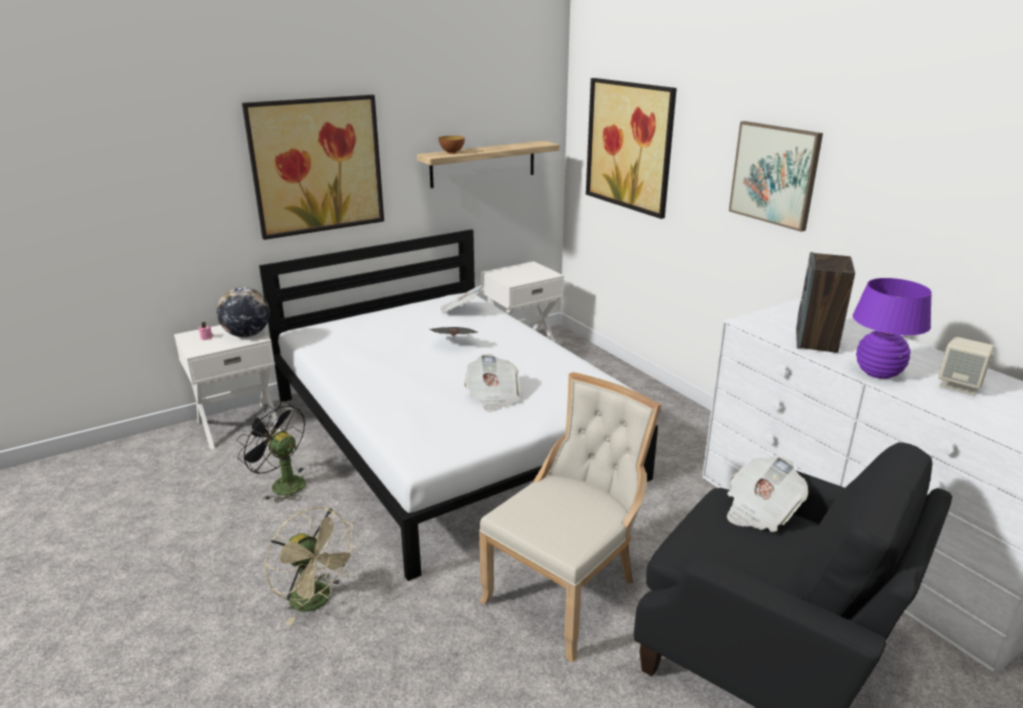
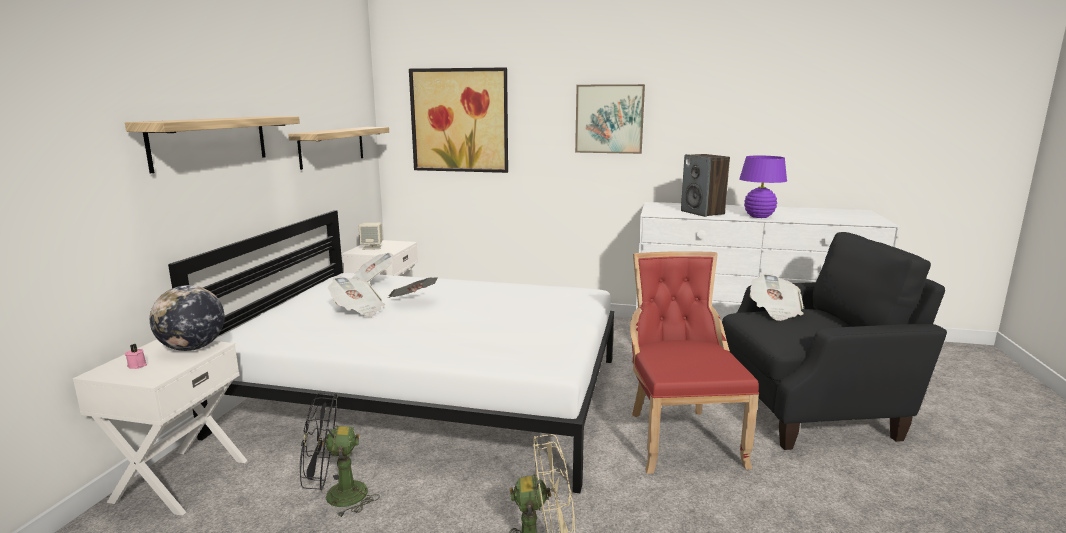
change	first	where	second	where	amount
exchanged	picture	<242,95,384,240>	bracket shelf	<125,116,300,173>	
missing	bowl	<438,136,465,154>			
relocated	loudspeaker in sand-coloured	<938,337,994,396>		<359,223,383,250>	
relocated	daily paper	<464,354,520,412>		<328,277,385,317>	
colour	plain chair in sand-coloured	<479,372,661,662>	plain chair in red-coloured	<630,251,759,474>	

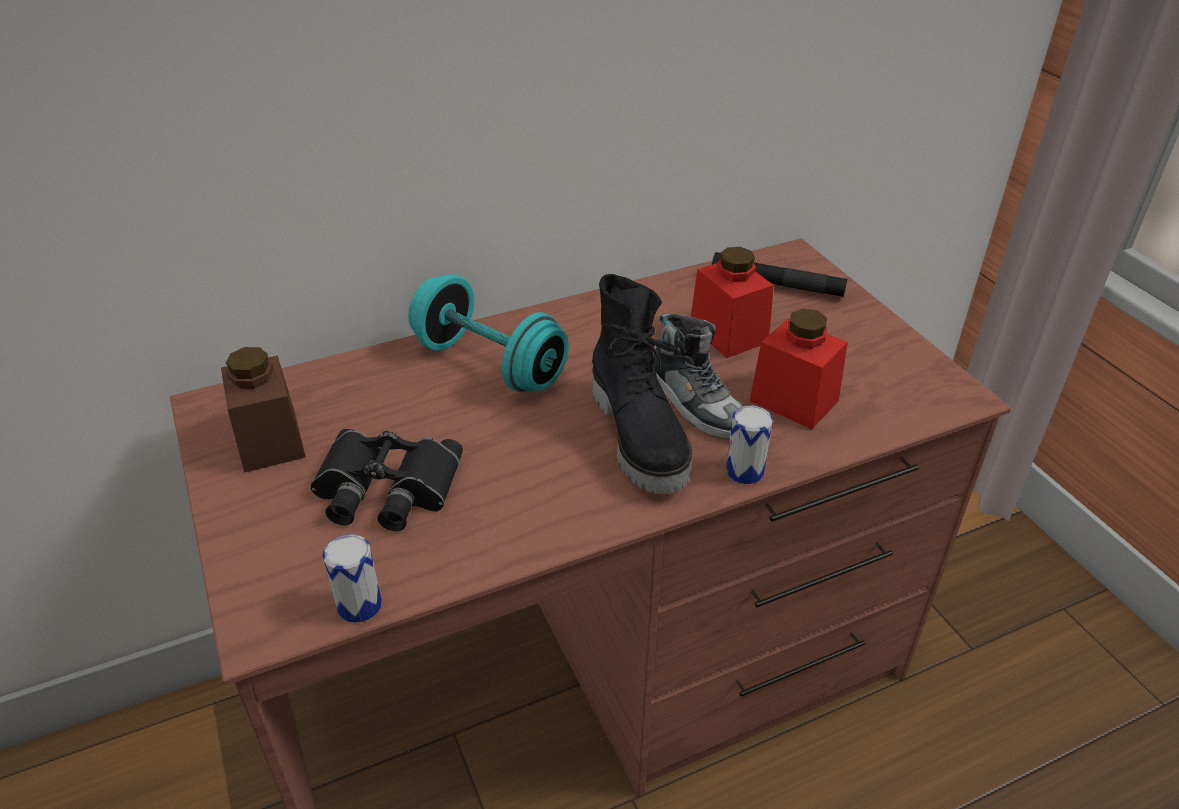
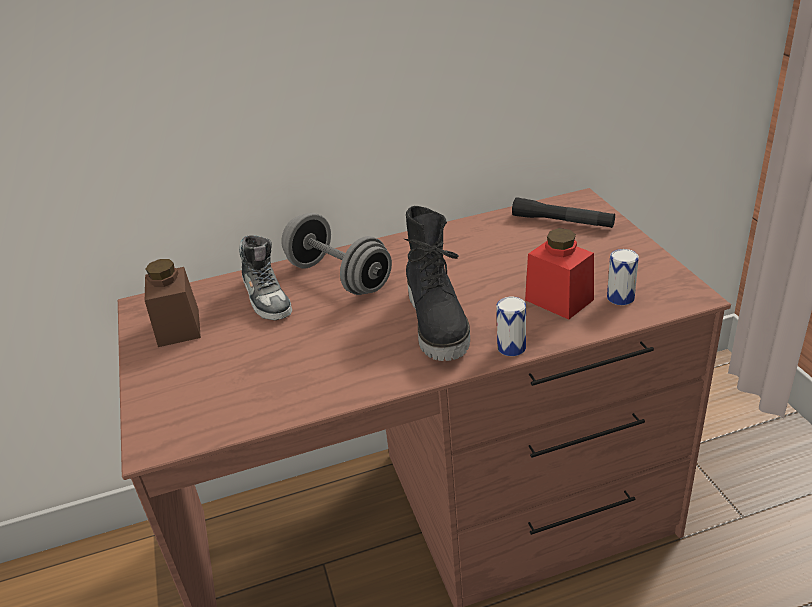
change	first	where	second	where	amount
missing	storage jar in red-coloured	<691,247,774,358>			
colour	hand weight in turquoise-coloured	<408,274,569,392>	hand weight in greyish	<281,213,392,295>	
relocated	low shoe	<653,314,743,439>		<239,235,292,320>	
missing	pair of binoculars in blackish	<311,429,463,531>			
relocated	sealed can	<323,534,382,623>		<607,249,639,305>	

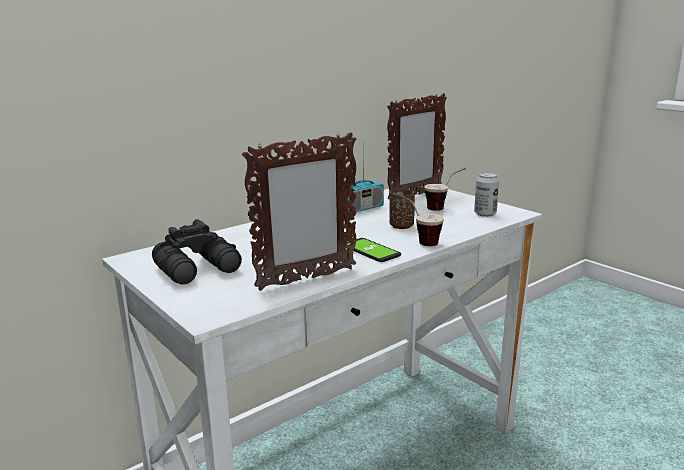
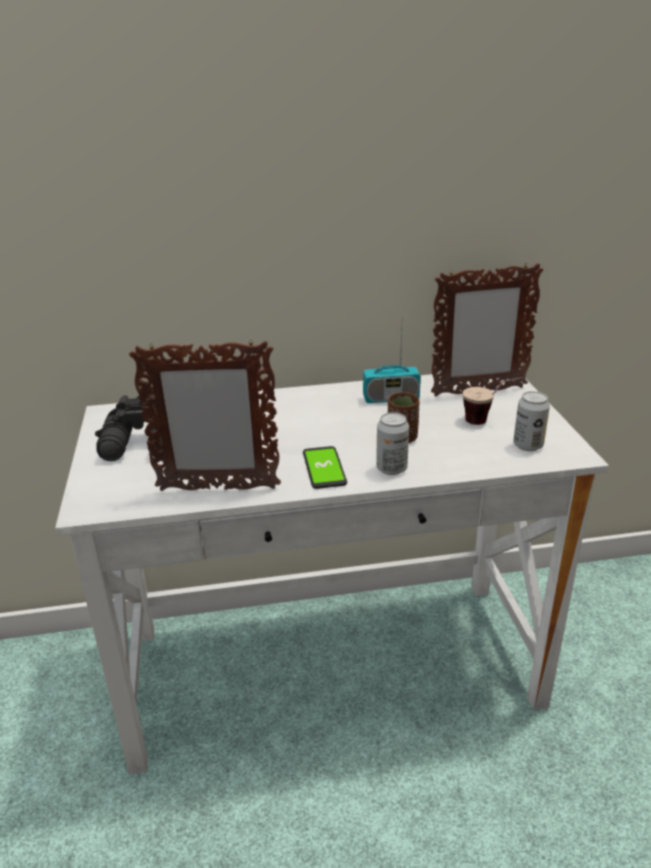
change	first	where	second	where	amount
exchanged	drinking cup	<397,194,444,246>	sealed can	<376,412,409,475>	

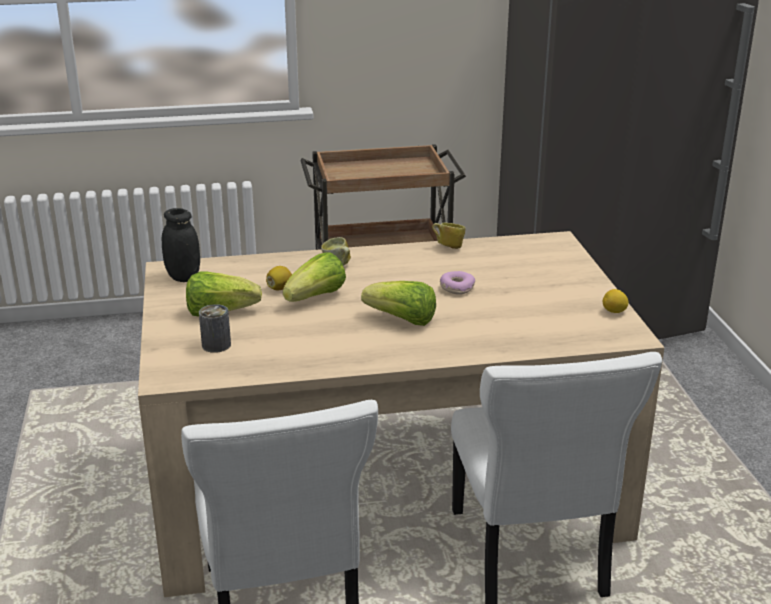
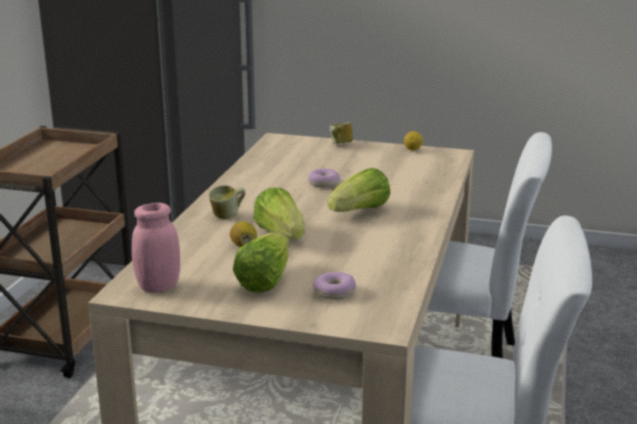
change	first	where	second	where	amount
colour	storage jar in blackish	<162,208,200,282>	storage jar in pinkish	<132,203,180,292>	
relocated	coffee mug	<432,223,466,249>		<329,122,353,144>	
exchanged	sealed can	<199,304,231,353>	doughnut	<313,272,356,300>	

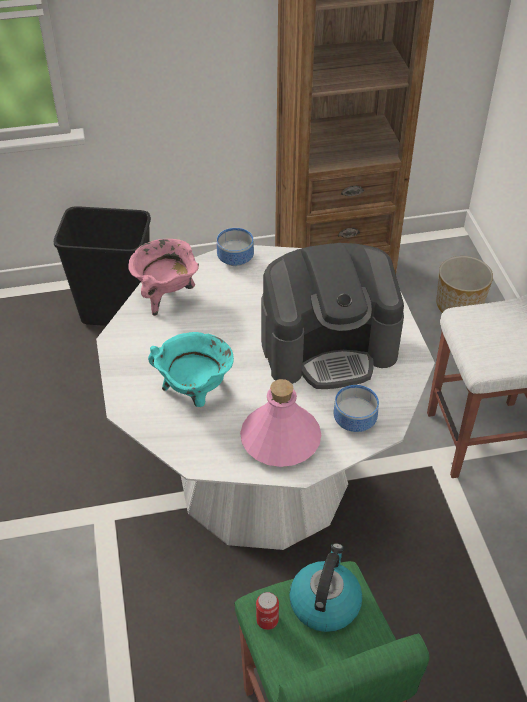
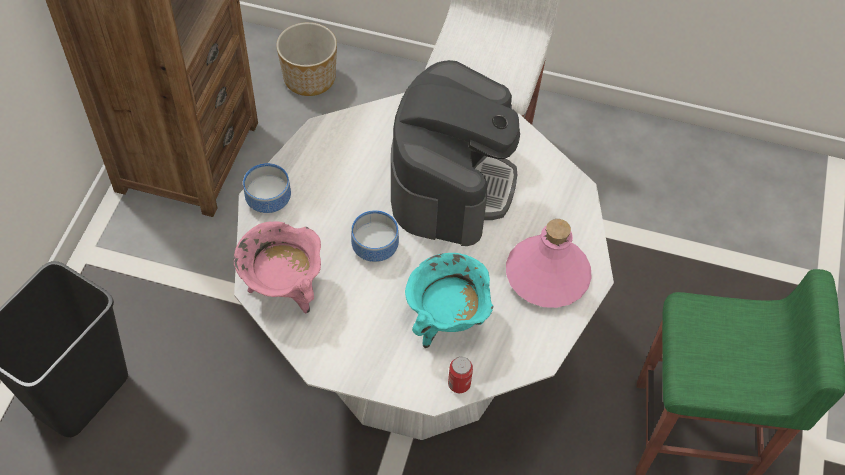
change	first	where	second	where	amount
relocated	bowl	<334,385,379,432>		<351,210,399,262>	
missing	tea kettle	<289,543,362,632>			
relocated	sealed can	<256,592,279,630>		<448,357,473,393>	

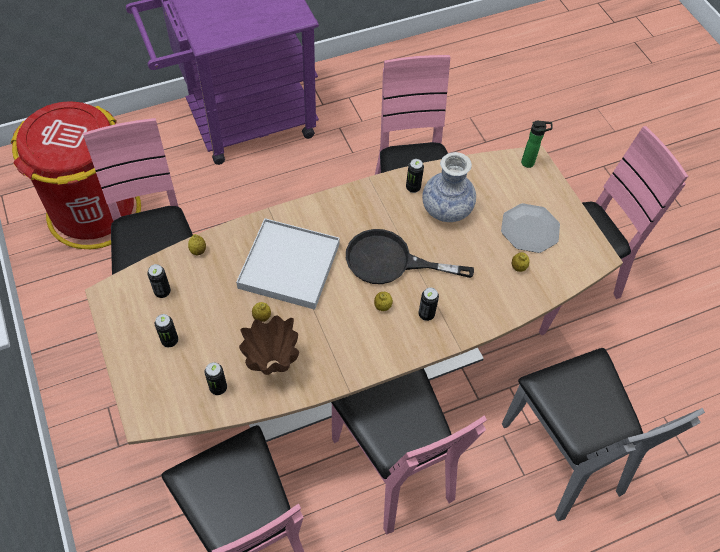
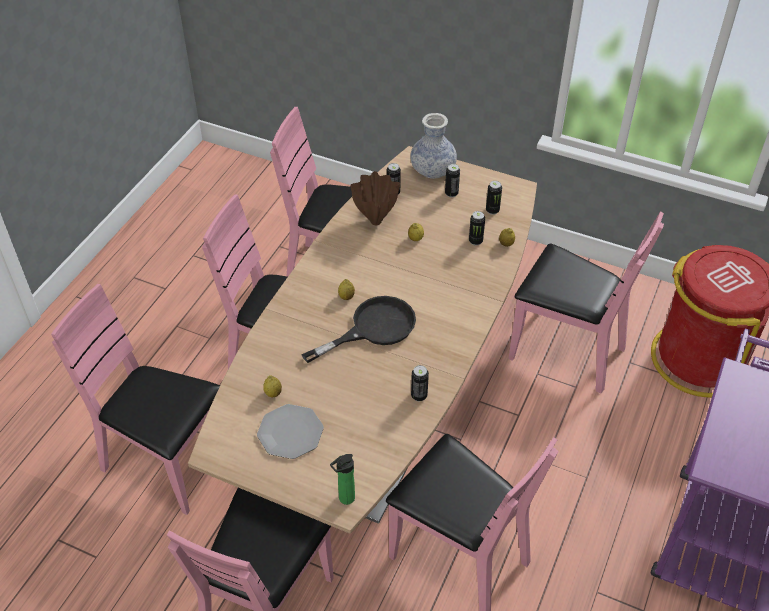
change	first	where	second	where	amount
relocated	decorative vase	<422,152,476,222>		<410,113,457,179>	
missing	carrying tray in whitish	<236,218,340,310>			
relocated	sealed can	<418,287,439,321>		<469,211,485,245>	
colour	plain chair in greyish	<502,348,705,521>	plain chair in pinkish	<51,284,220,515>	

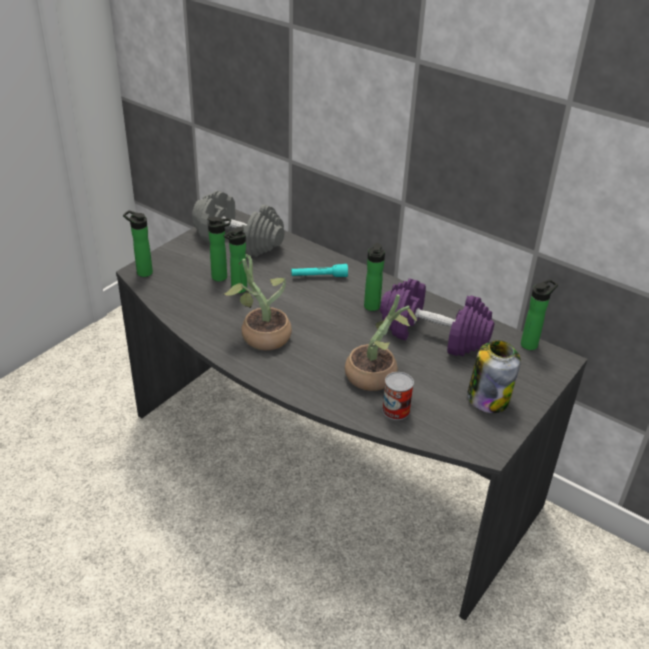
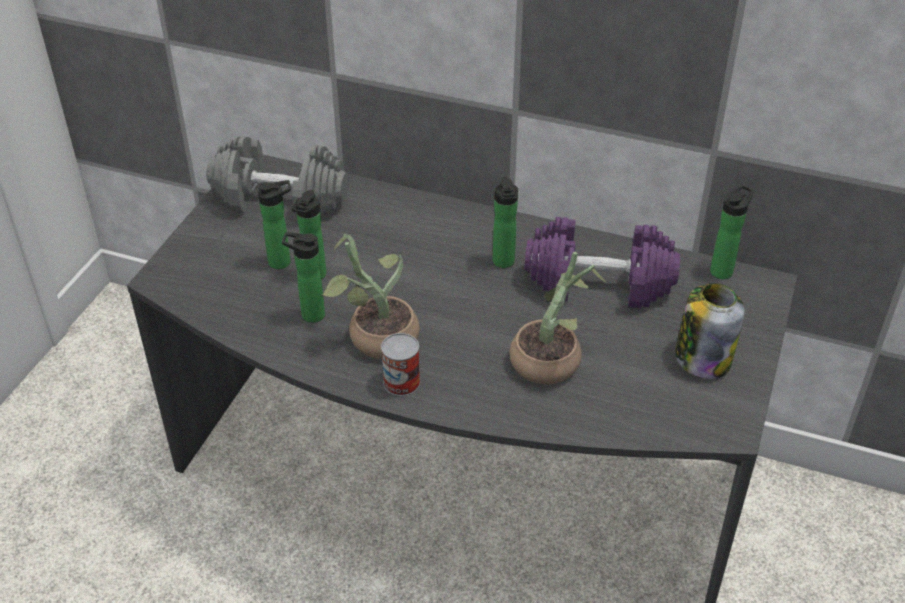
change	first	where	second	where	amount
relocated	drink bottle	<123,210,153,277>		<282,232,325,323>	
missing	flashlight in turquoise-coloured	<291,264,348,277>			
relocated	sealed can	<382,372,414,420>		<381,333,420,396>	

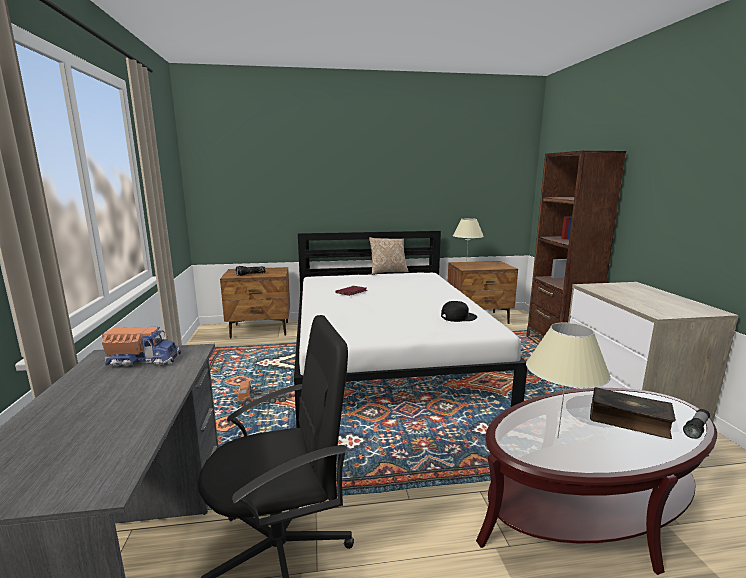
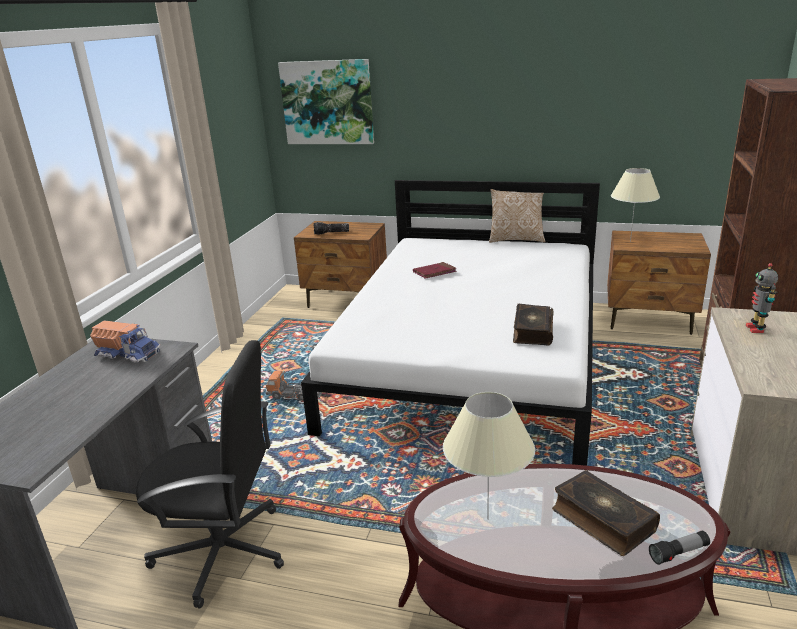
change	first	where	second	where	amount
exchanged	peaked cap in blackish	<441,301,477,322>	volume	<513,304,553,345>	
appeared			picture	<278,59,374,144>	
appeared			robot figure	<746,263,778,333>	

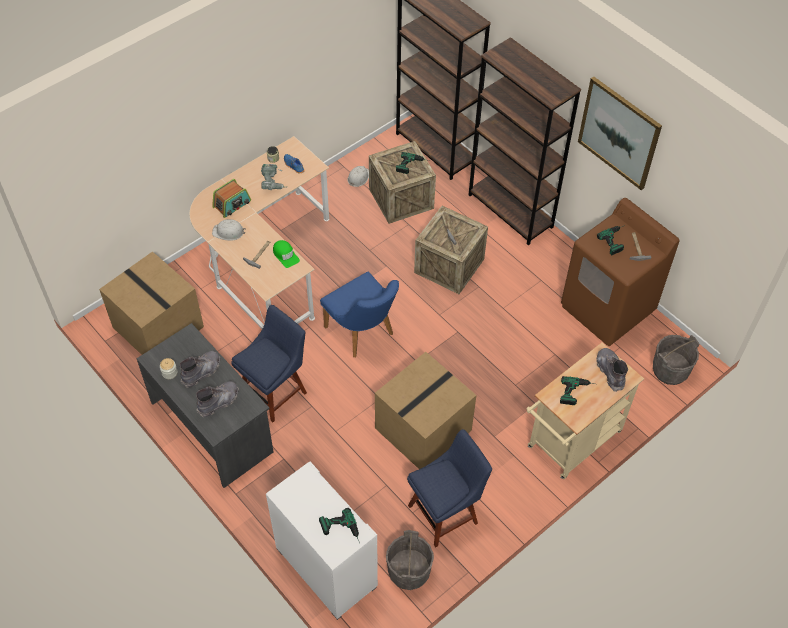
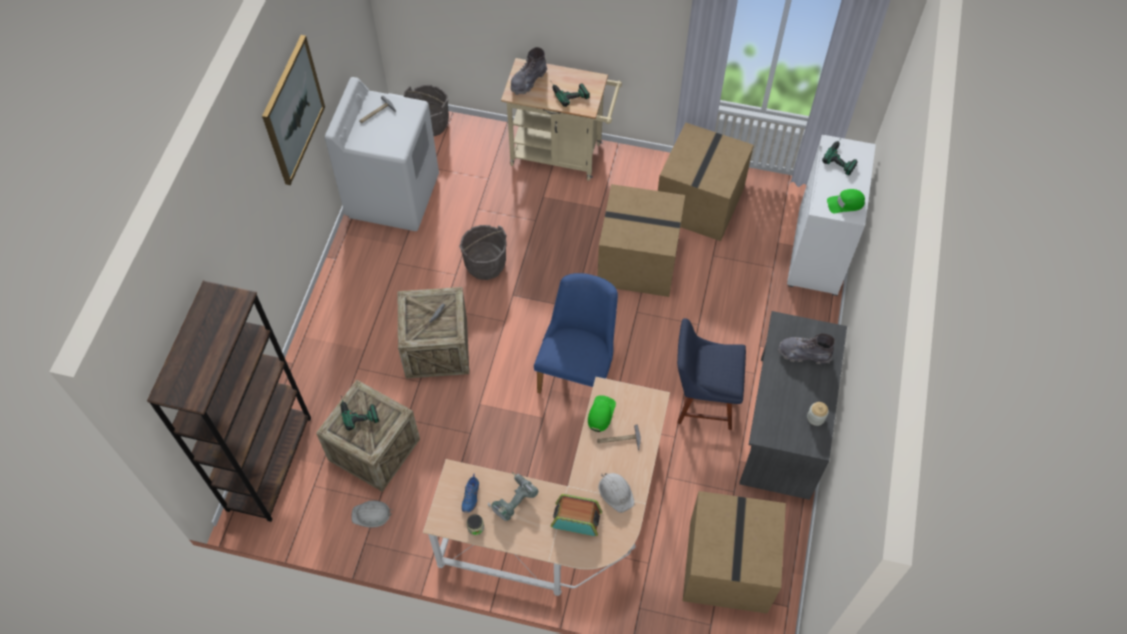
change	first	where	second	where	amount
missing	shelving unit in brown-coloured	<469,37,581,245>			
colour	laundry machine in brown-coloured	<561,198,680,346>	laundry machine in whitish	<325,77,439,231>	
missing	drill	<597,225,625,255>			
missing	boot in greyish	<180,351,220,388>			
exchanged	plain chair in blue-coloured	<407,429,492,548>	packing box	<658,122,754,241>	
relocated	pail in greyish	<386,530,434,590>		<459,225,507,280>	
appeared			peaked cap in greenish	<827,189,865,213>	

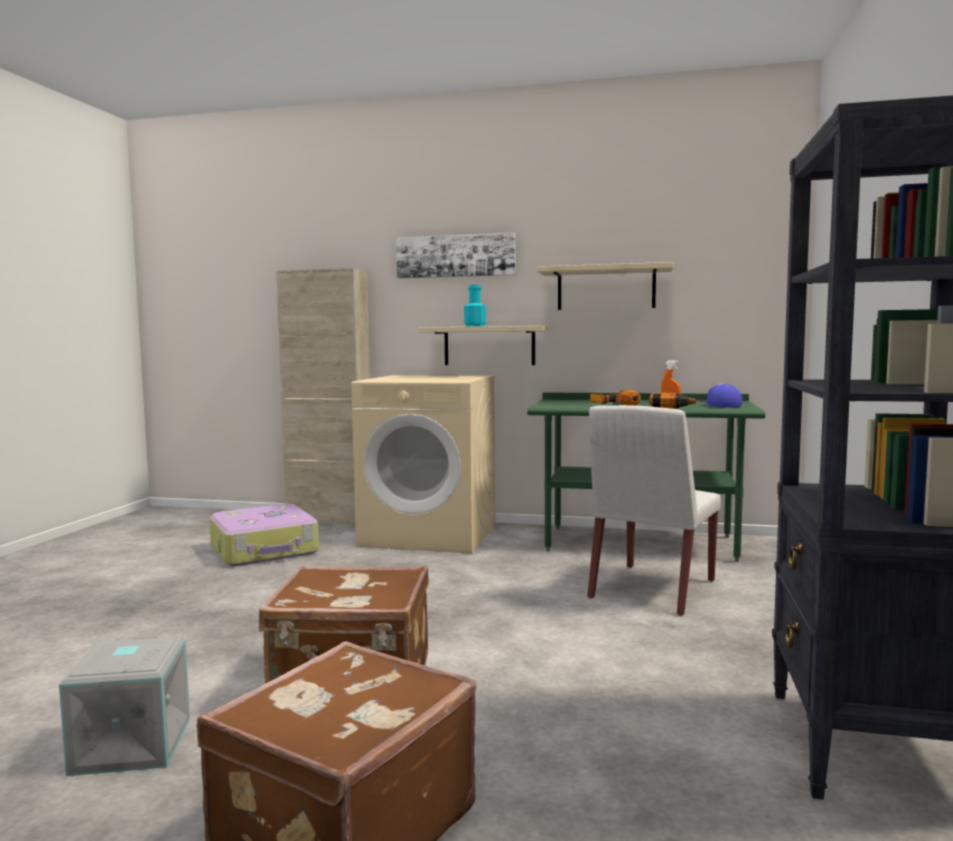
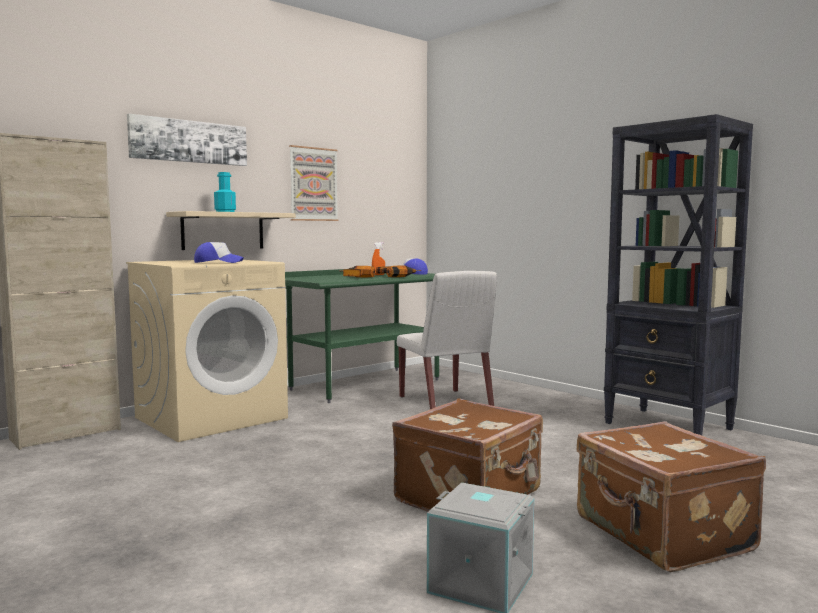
change	first	where	second	where	amount
exchanged	bracket shelf in sand-coloured	<537,262,674,310>	picture	<289,145,338,221>	
missing	suitcase	<209,504,319,566>			
appeared			peaked cap	<194,242,244,263>	

